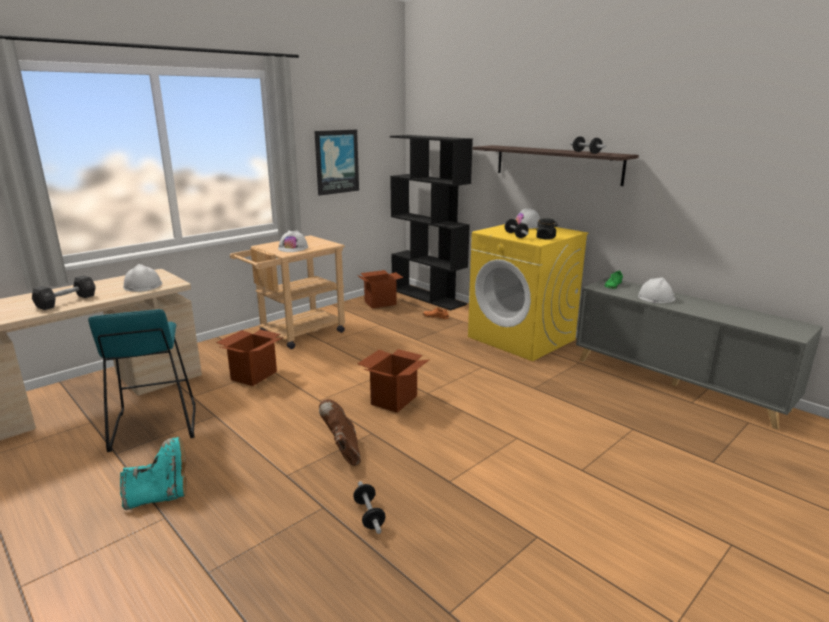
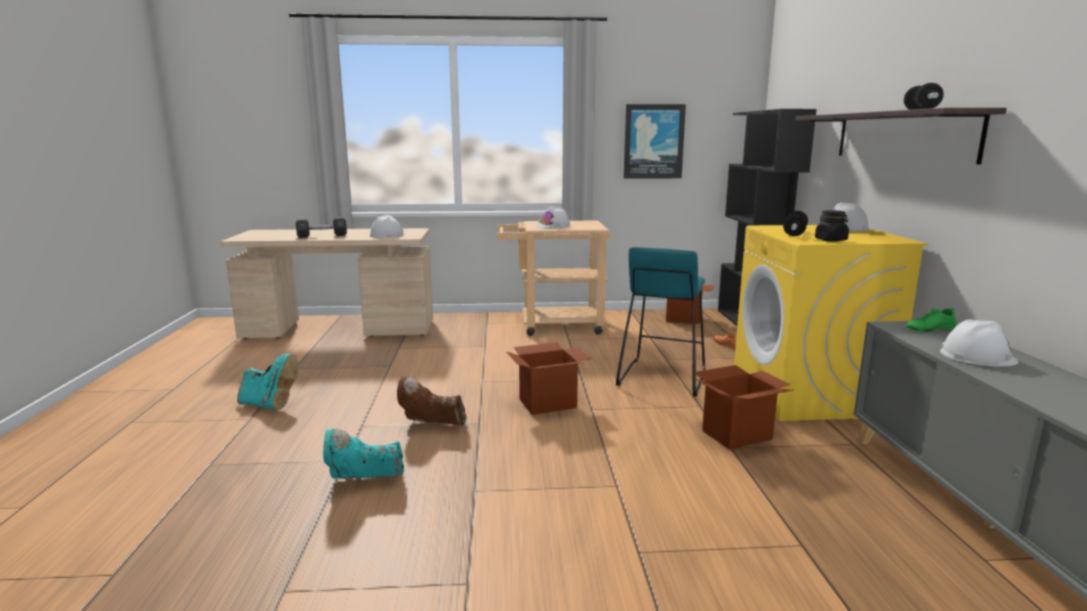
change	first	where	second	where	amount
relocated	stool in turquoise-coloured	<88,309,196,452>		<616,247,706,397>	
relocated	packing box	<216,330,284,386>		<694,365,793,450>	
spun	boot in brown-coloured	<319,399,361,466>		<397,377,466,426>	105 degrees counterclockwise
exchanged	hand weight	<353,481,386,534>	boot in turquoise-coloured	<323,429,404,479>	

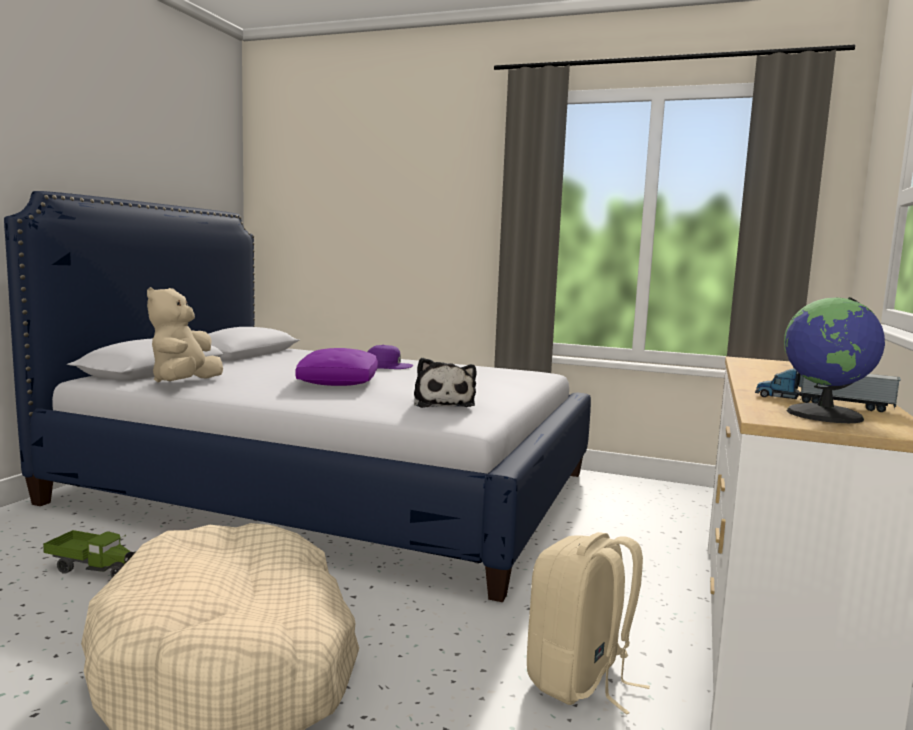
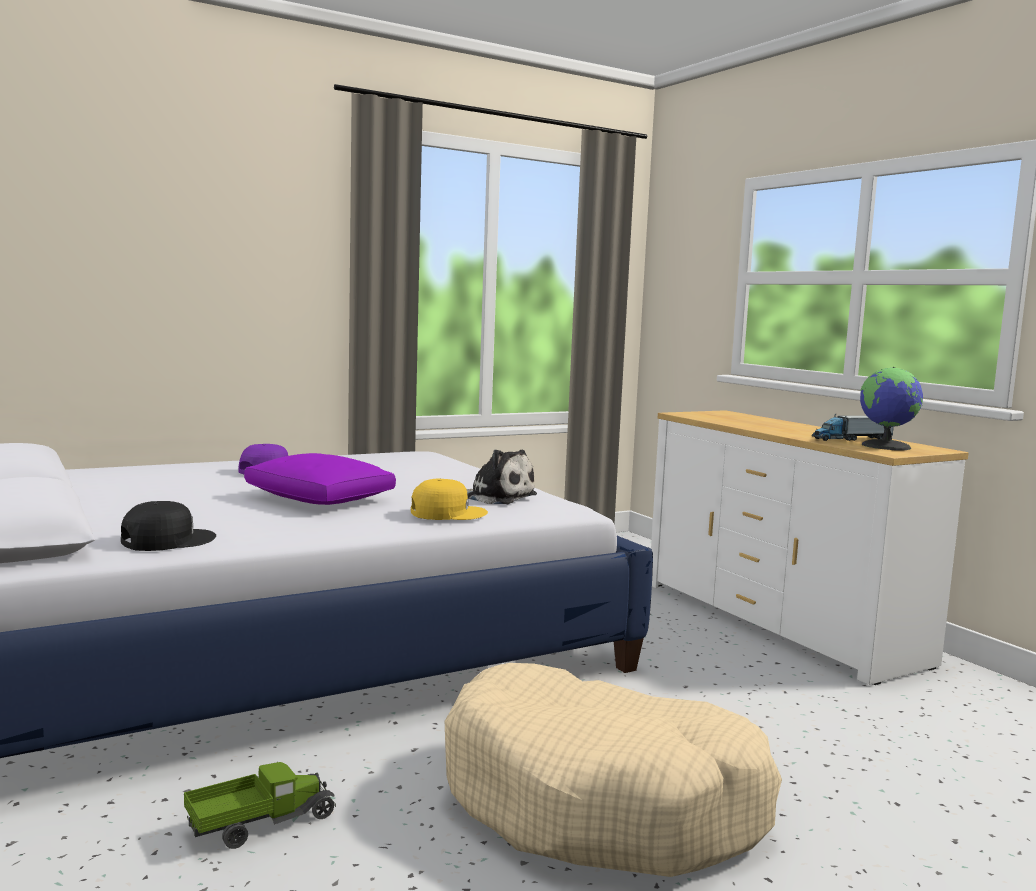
change	first	where	second	where	amount
exchanged	plush toy in sand-coloured	<147,287,223,382>	peaked cap in blackish	<121,501,216,551>	
missing	knapsack in sand-coloured	<527,532,650,715>			
appeared			peaked cap in yellowish	<411,479,488,520>	

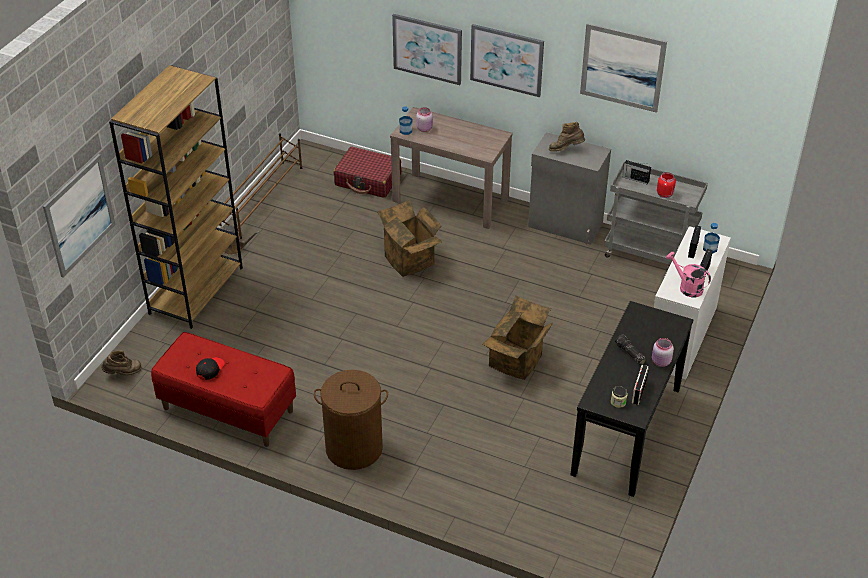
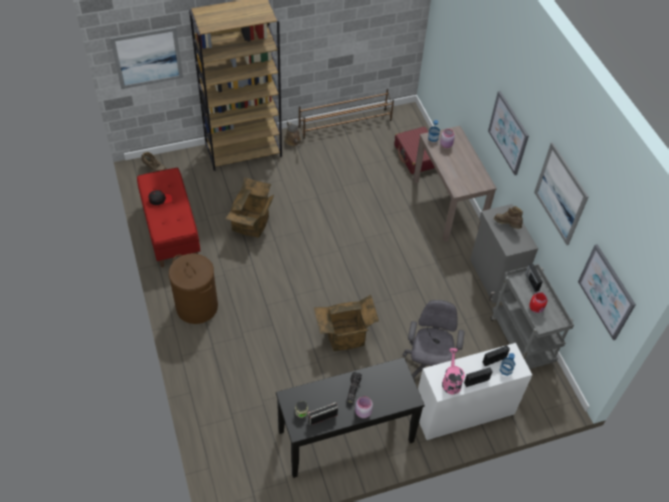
change	first	where	second	where	amount
relocated	picture	<392,14,462,85>		<578,244,636,340>	
relocated	packing box	<377,200,443,277>		<226,177,274,238>	
appeared			computer chair in greyish	<403,300,464,381>	

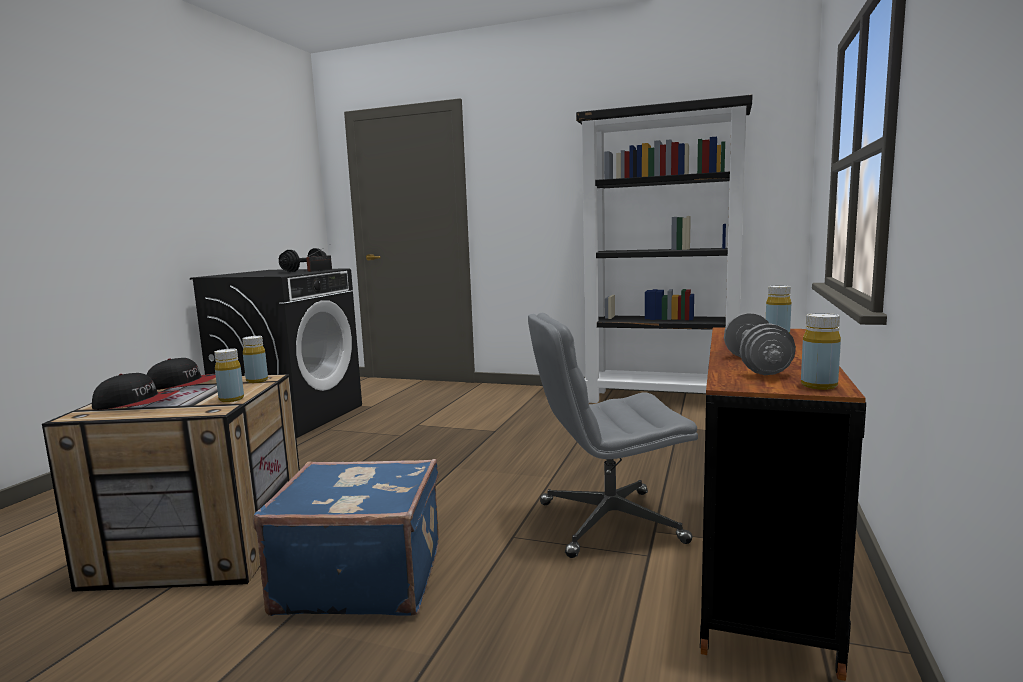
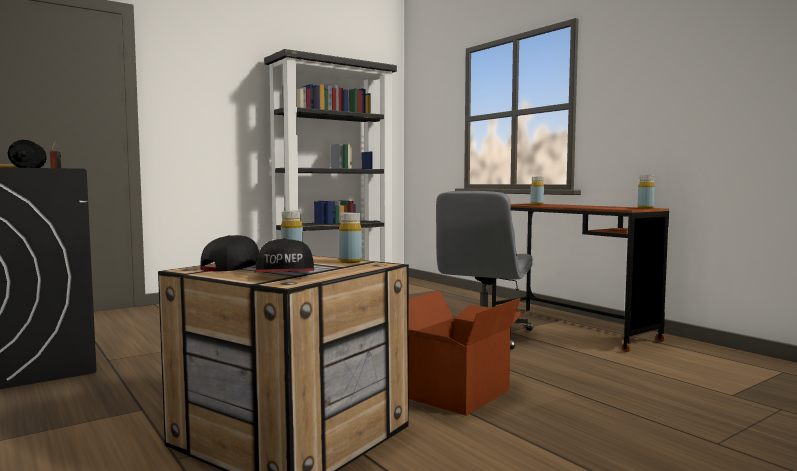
change	first	where	second	where	amount
missing	hand weight in greyish	<724,313,796,375>			
spun	peaked cap	<92,373,179,410>		<254,238,315,272>	135 degrees clockwise
exchanged	suitcase in blue-coloured	<253,459,439,616>	packing box	<409,291,522,416>	

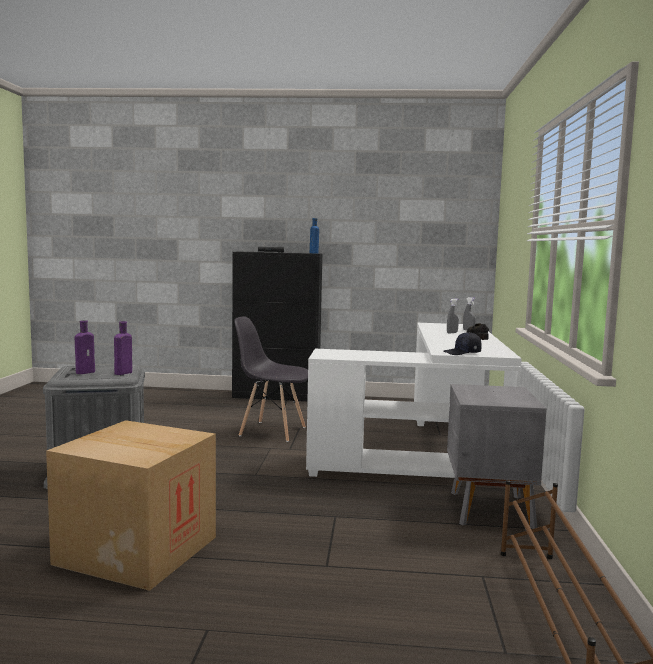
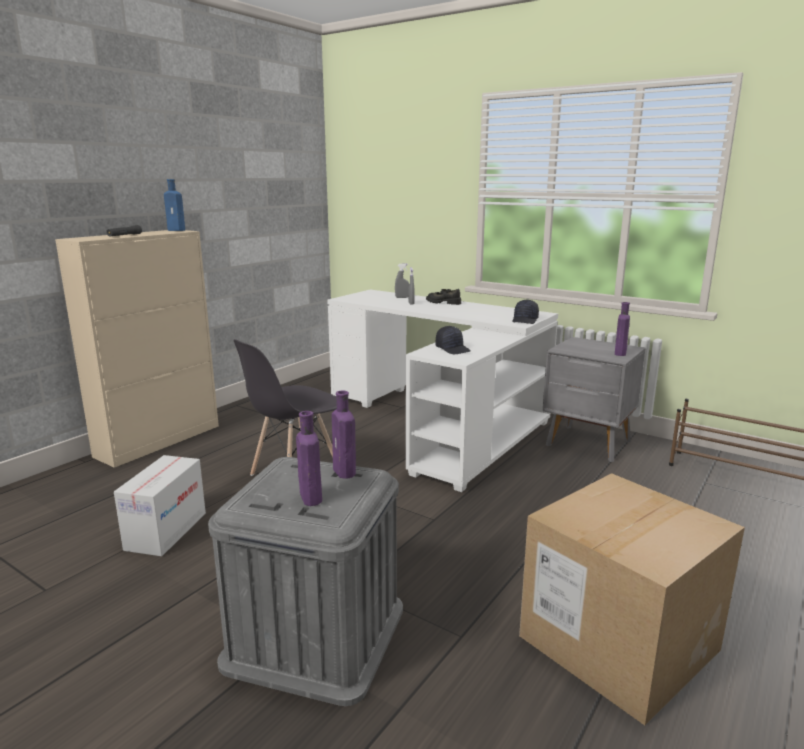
change	first	where	second	where	amount
colour	storage cabinet in blackish	<232,252,322,401>	storage cabinet in sand-coloured	<55,230,219,468>	
appeared			drink bottle in purplish	<615,302,630,356>	
appeared			peaked cap in blackish	<436,326,471,354>	
appeared			packing box	<114,455,206,556>	

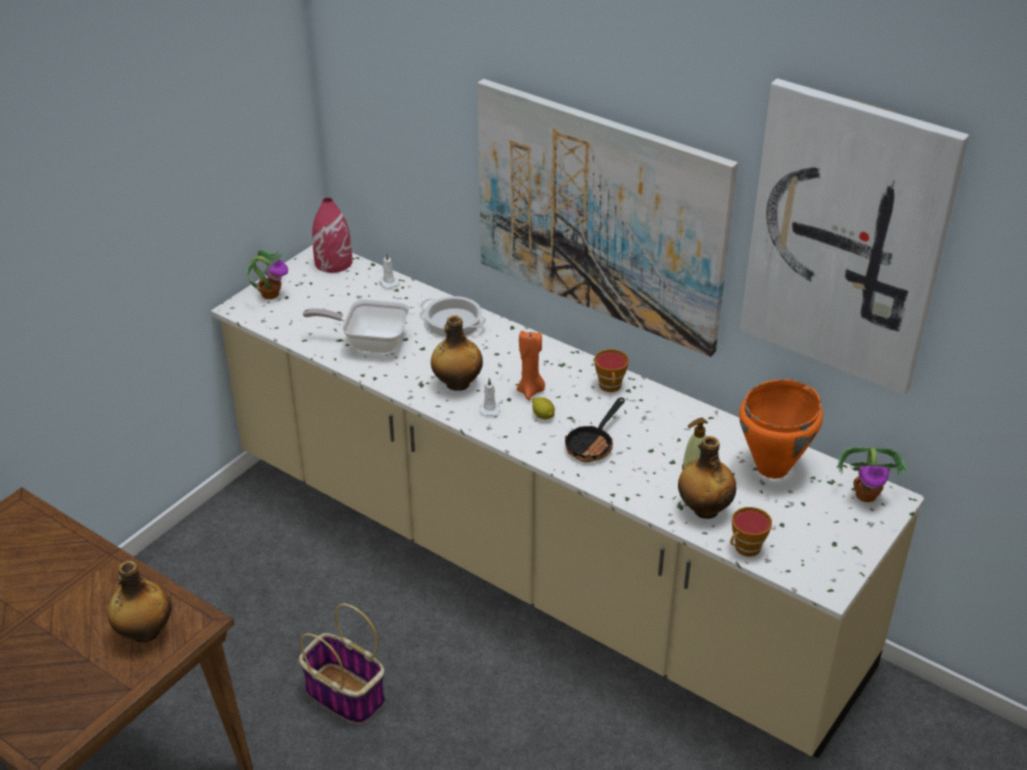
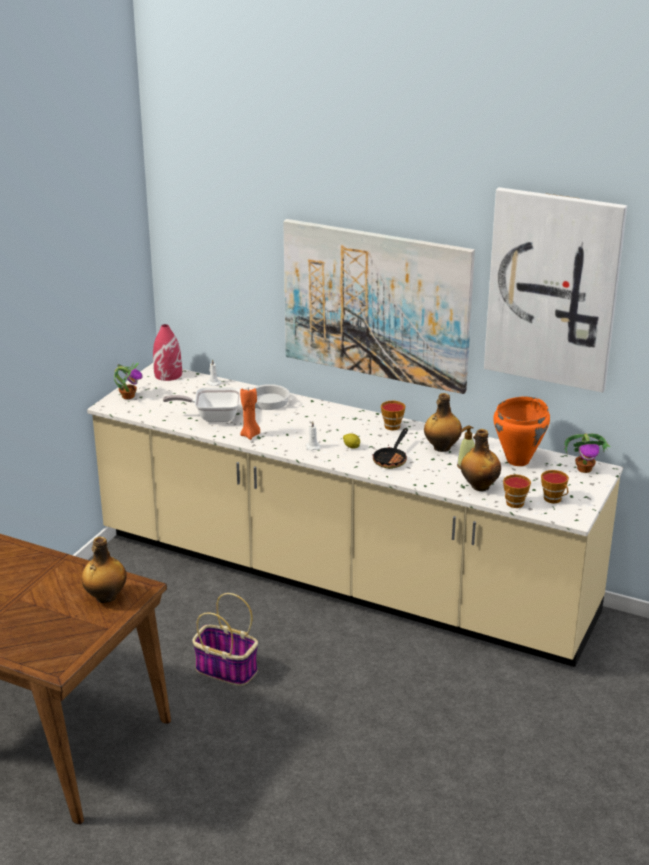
change	first	where	second	where	amount
relocated	drink bottle	<431,315,483,391>		<424,393,462,452>	
relocated	candle in orange-coloured	<517,330,545,400>		<240,388,260,440>	
appeared			drinking cup	<541,470,569,503>	

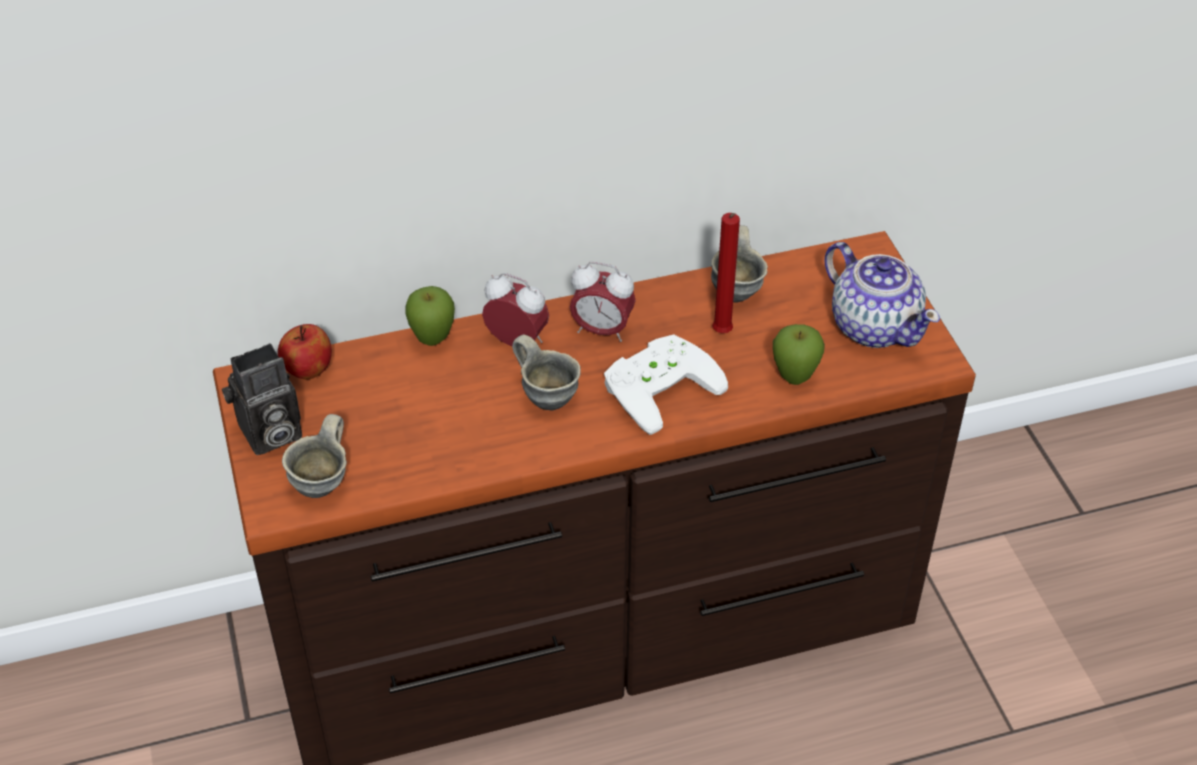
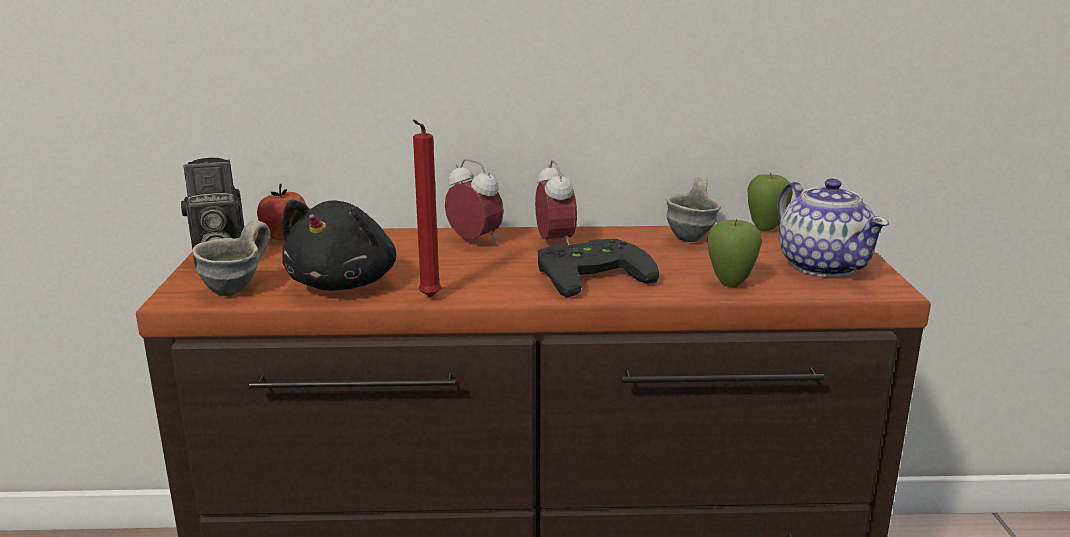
change	first	where	second	where	amount
relocated	candle in red-coloured	<712,213,740,333>		<413,120,442,298>	
spun	bedside clock	<570,262,636,342>		<535,160,577,245>	135 degrees counterclockwise
relocated	apple	<405,286,455,346>		<747,173,793,231>	
colour	game controller in whitish	<604,334,728,435>	game controller in blackish	<538,239,659,297>	
missing	coffee mug in greyish	<512,335,581,411>			
appeared			plush toy in blackish	<282,200,396,291>	

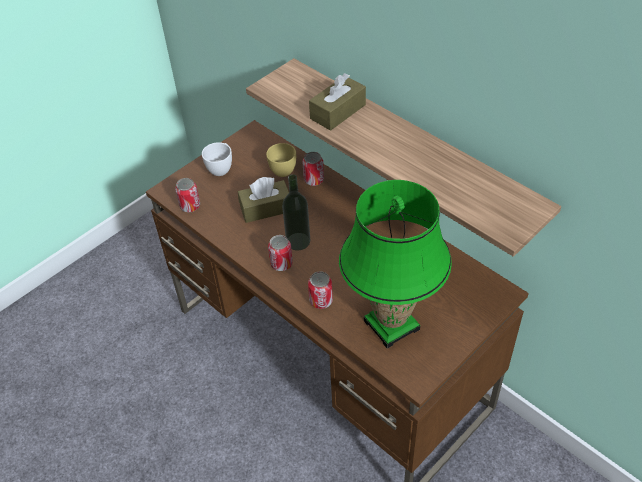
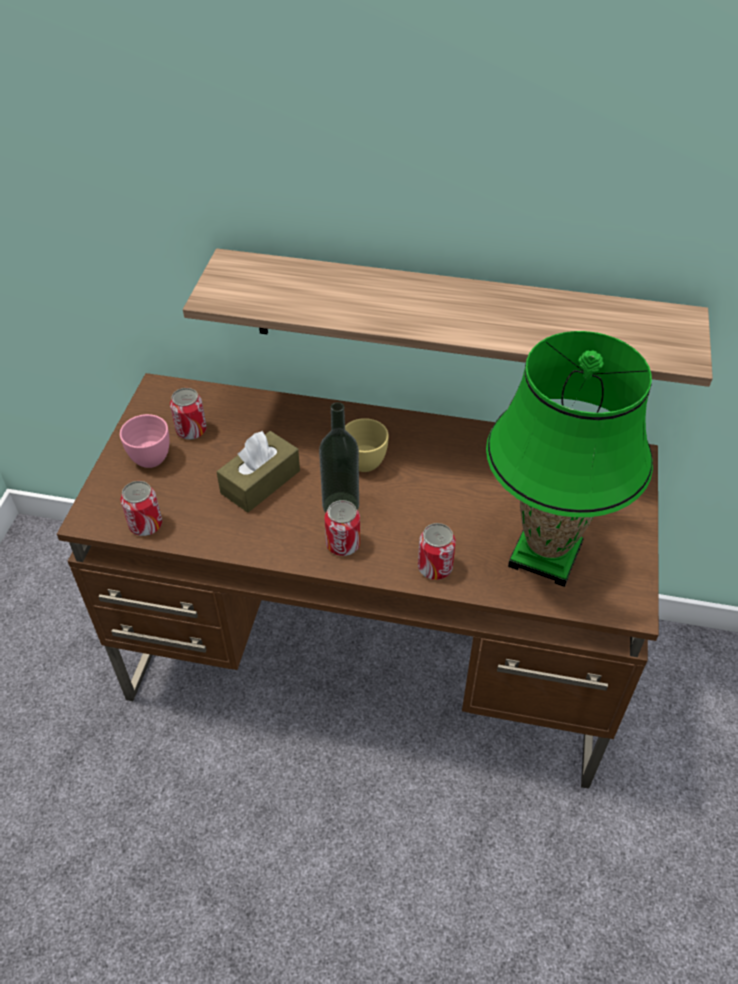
change	first	where	second	where	amount
missing	tissue box in brown-coloured	<309,73,366,131>			
colour	drinking cup in whitish	<202,142,232,176>	drinking cup in pinkish	<120,414,169,468>	
relocated	drinking cup in yellowish	<266,143,296,177>		<345,418,389,472>	
relocated	sealed can	<302,152,324,186>		<170,388,207,440>	

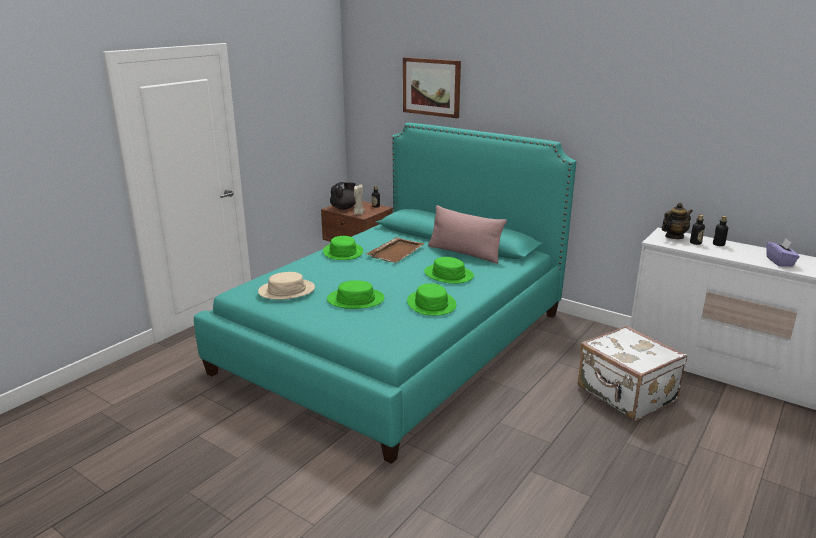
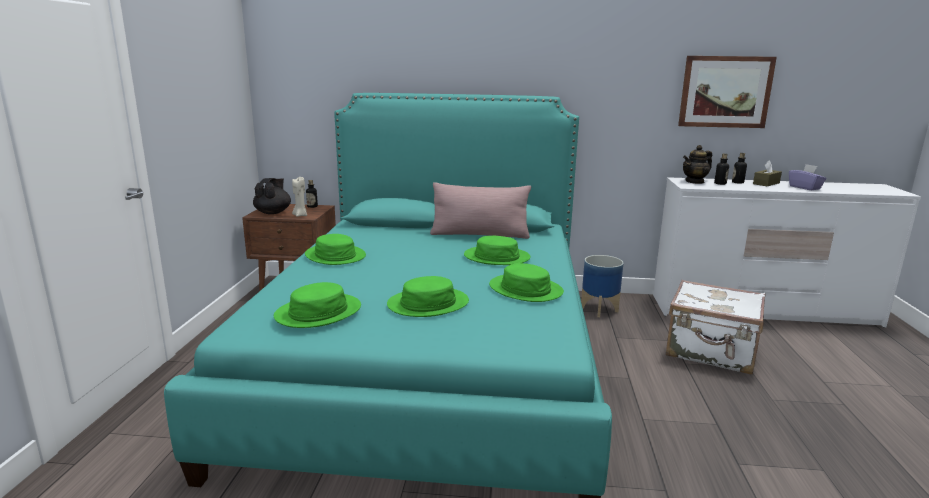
change	first	where	second	where	amount
relocated	picture	<403,57,461,118>		<678,56,777,128>	
spun	teapot	<662,203,693,239>		<683,145,712,184>	150 degrees counterclockwise
missing	carrying tray in brown-coloured	<366,237,425,263>			
colour	hat in sand-coloured	<258,272,315,300>	hat in greenish	<274,282,361,328>	
appeared			tissue box in brown-coloured	<753,160,782,186>	
appeared			plant pot	<581,255,624,317>	

